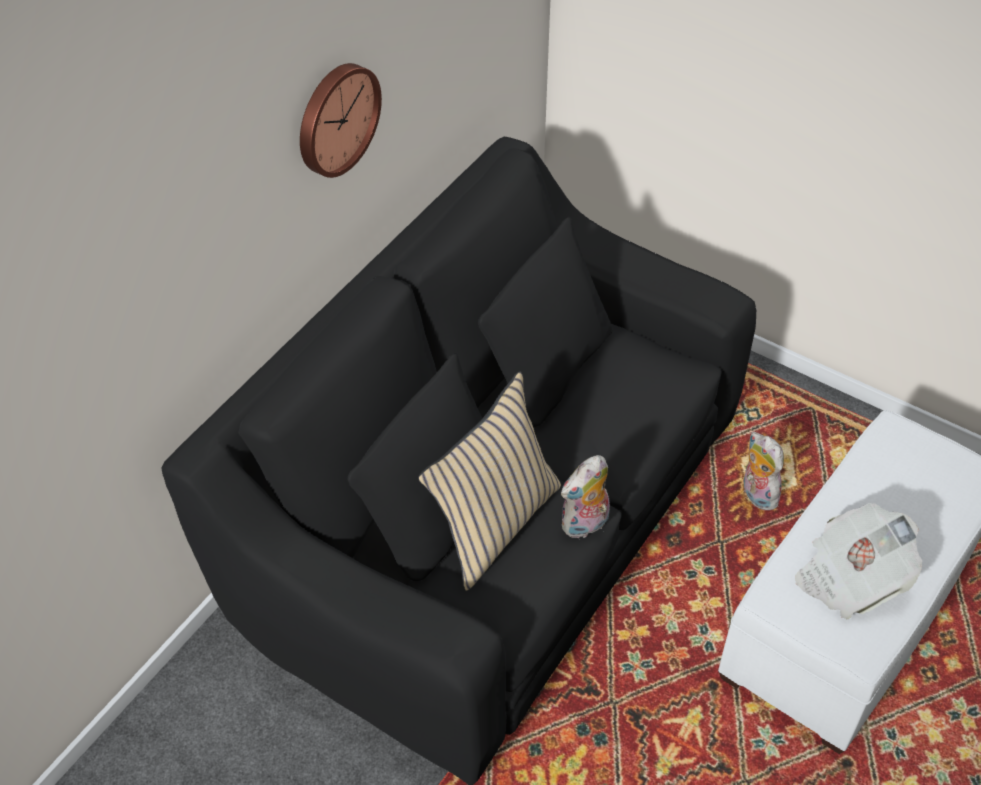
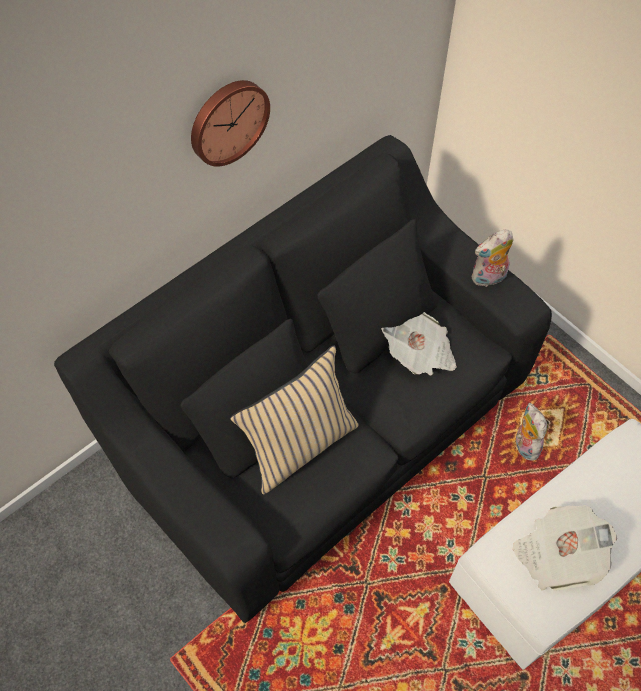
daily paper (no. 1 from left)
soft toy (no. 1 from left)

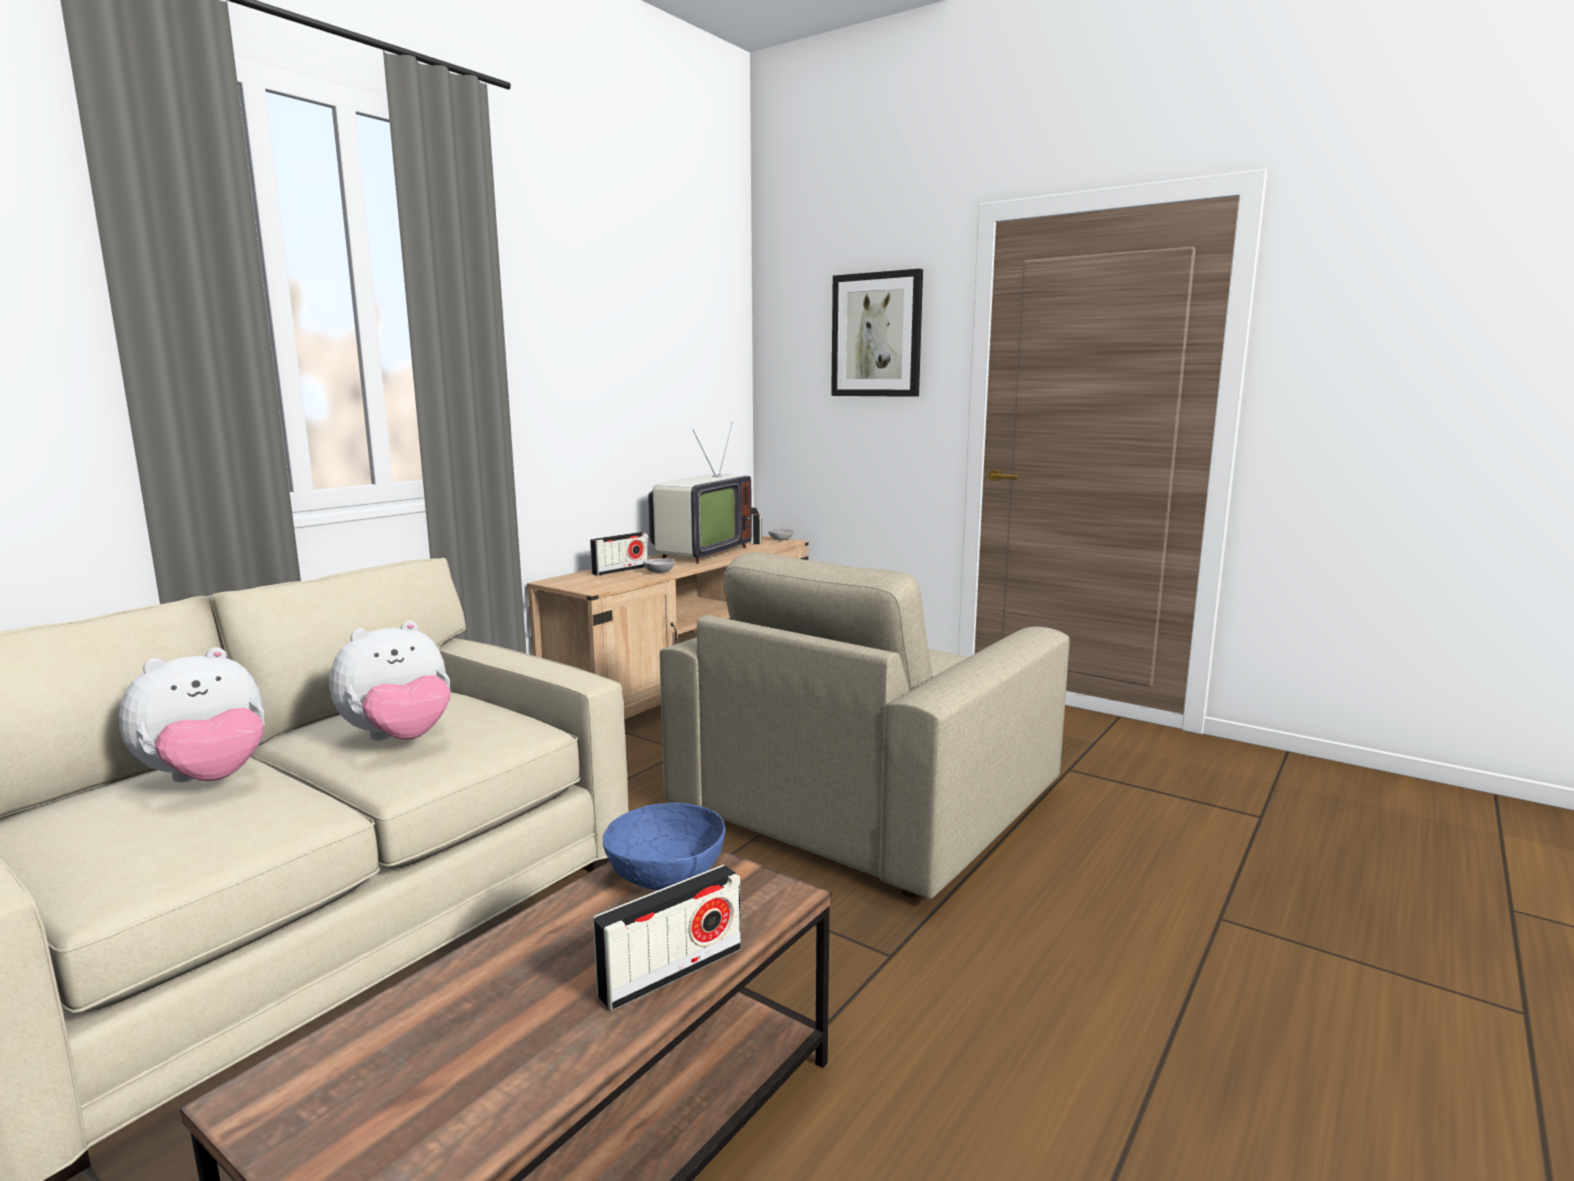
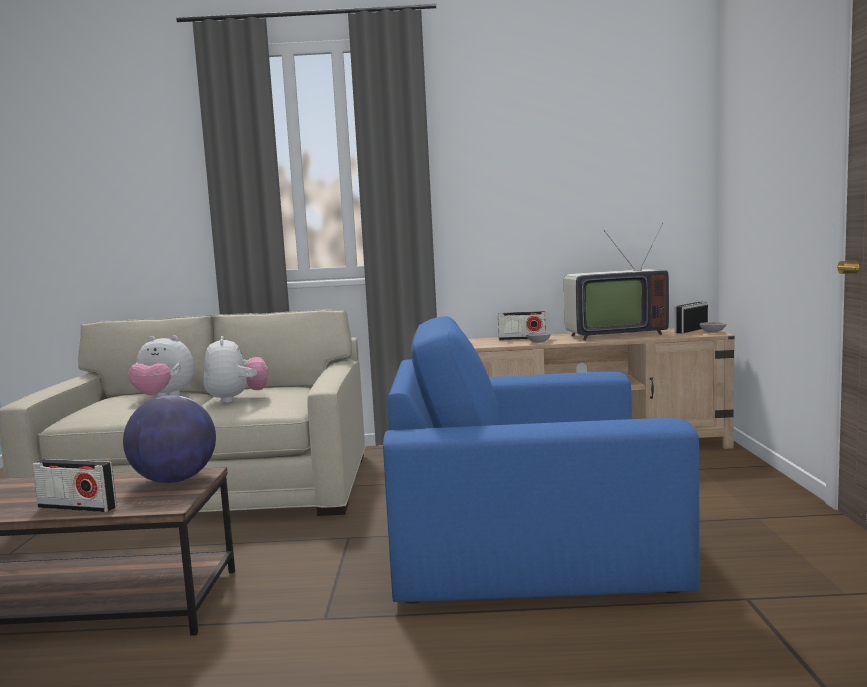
desk globe
soft toy (no. 2 from left)
blue easy chair
picture

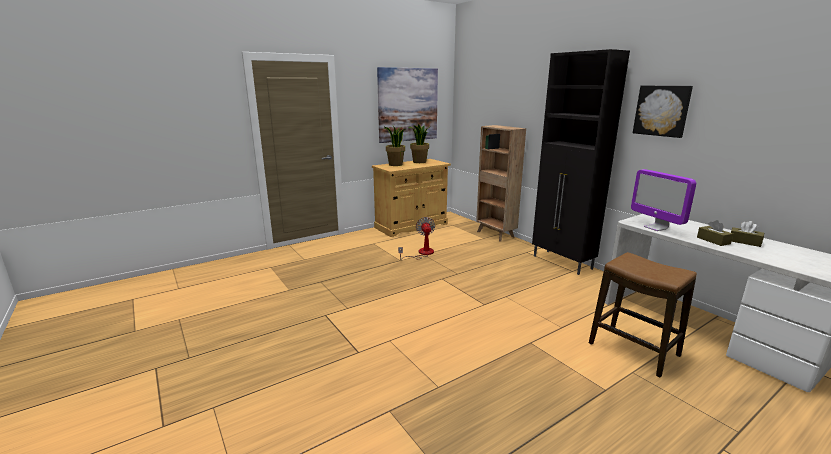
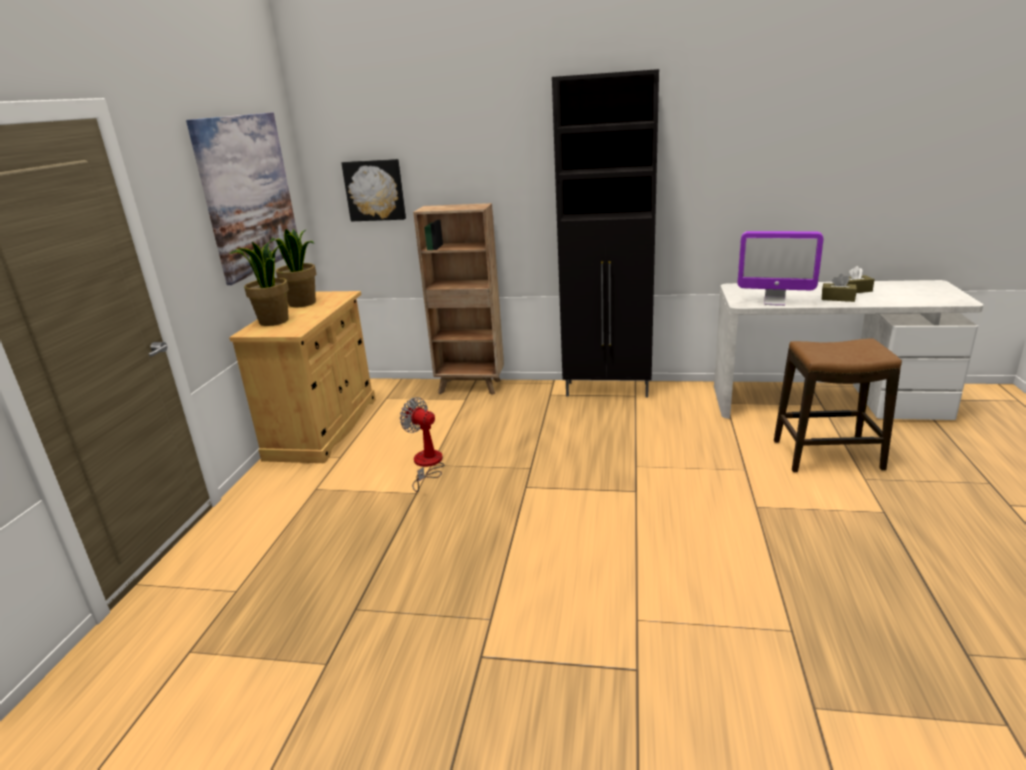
picture (no. 2 from left)

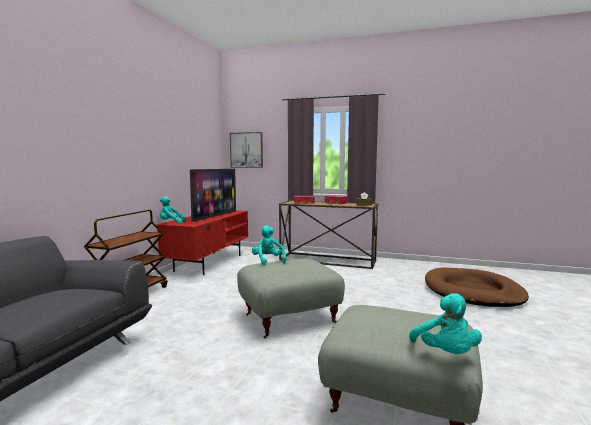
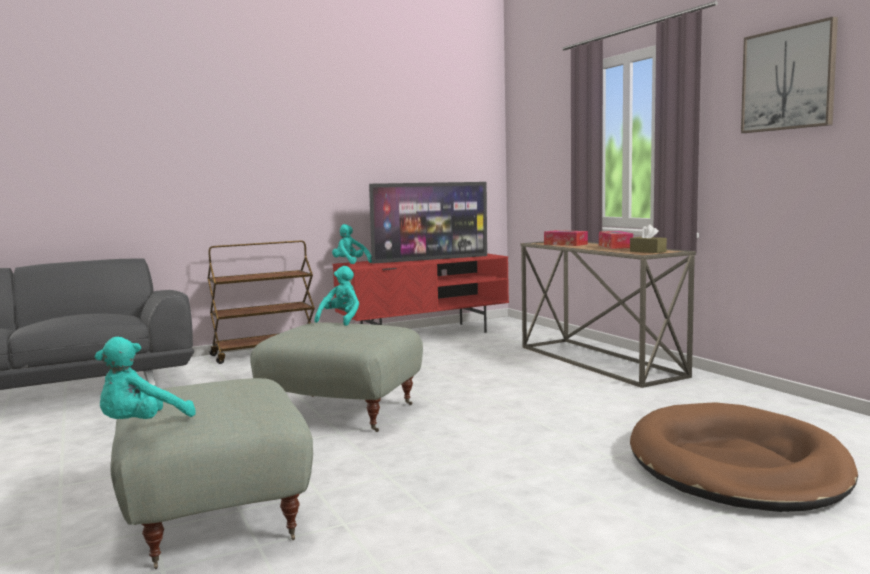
picture

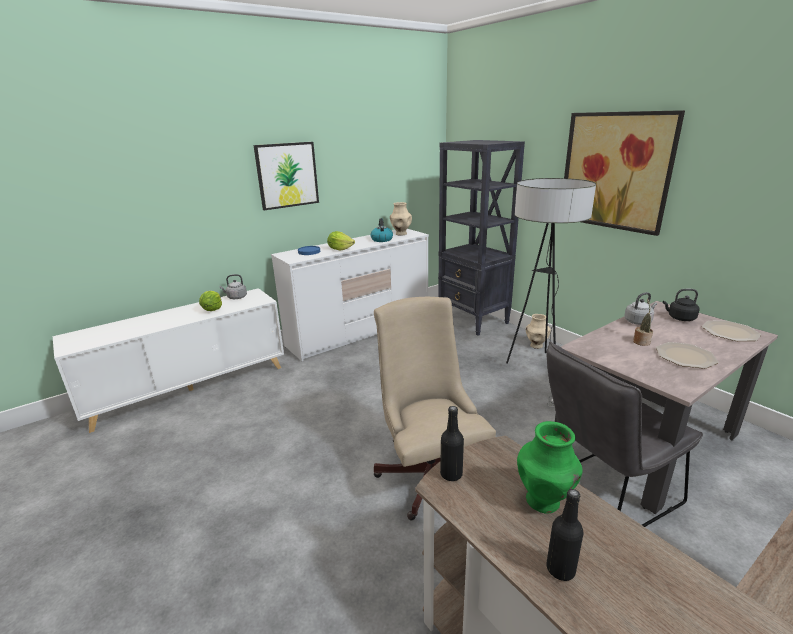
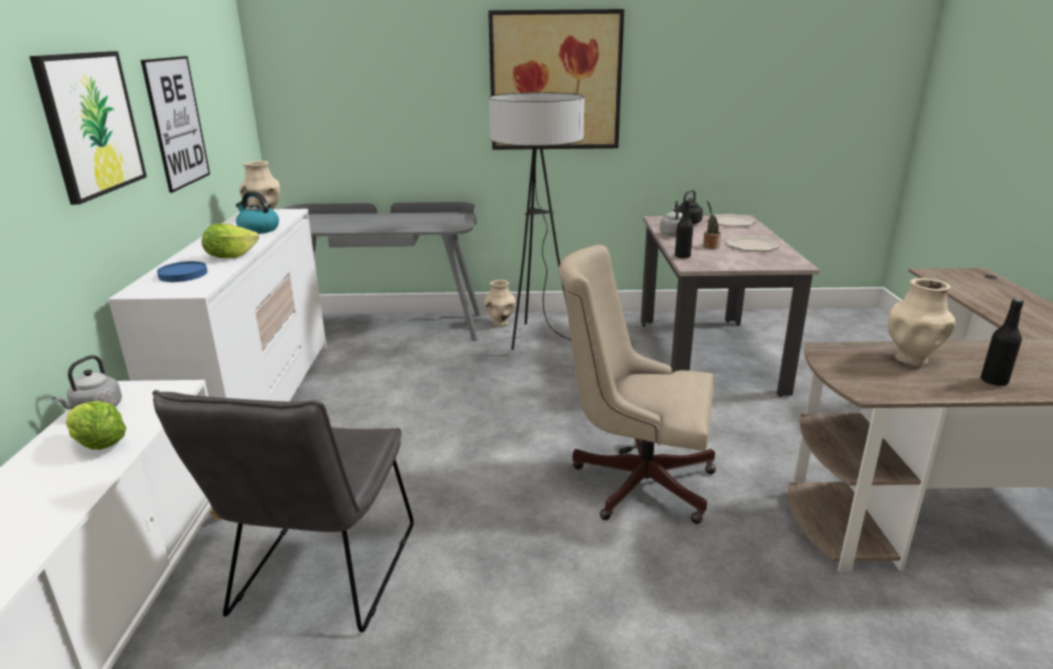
picture (no. 2 from left)
grey plain chair
grey desk unit
black beverage bottle (no. 1 from left)
beige-coloured decorative vase (no. 3 from left)

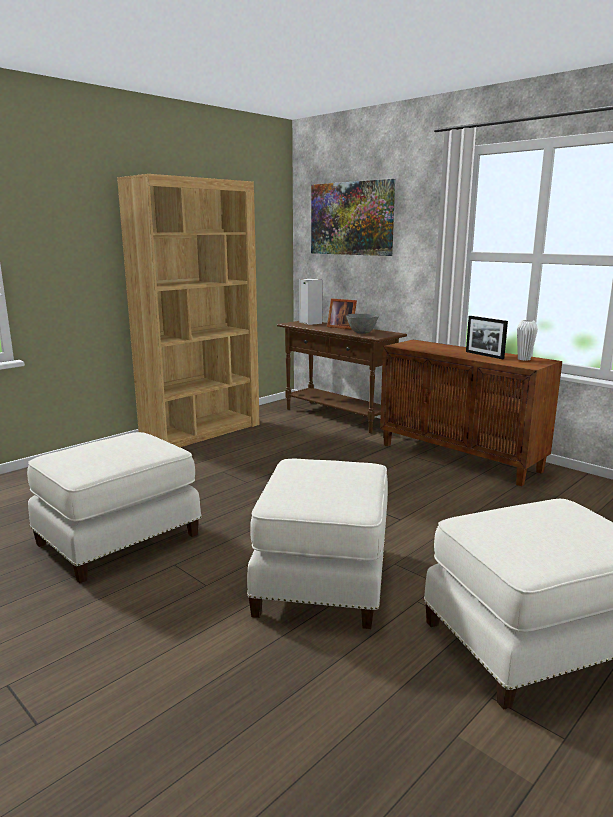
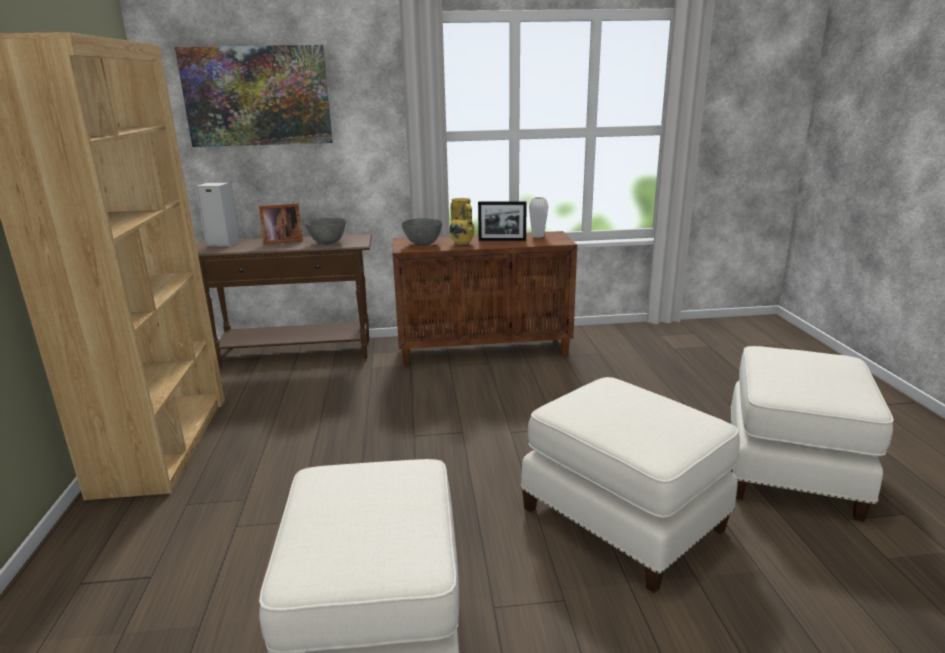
grey bowl (no. 2 from left)
yellowish decorative vase

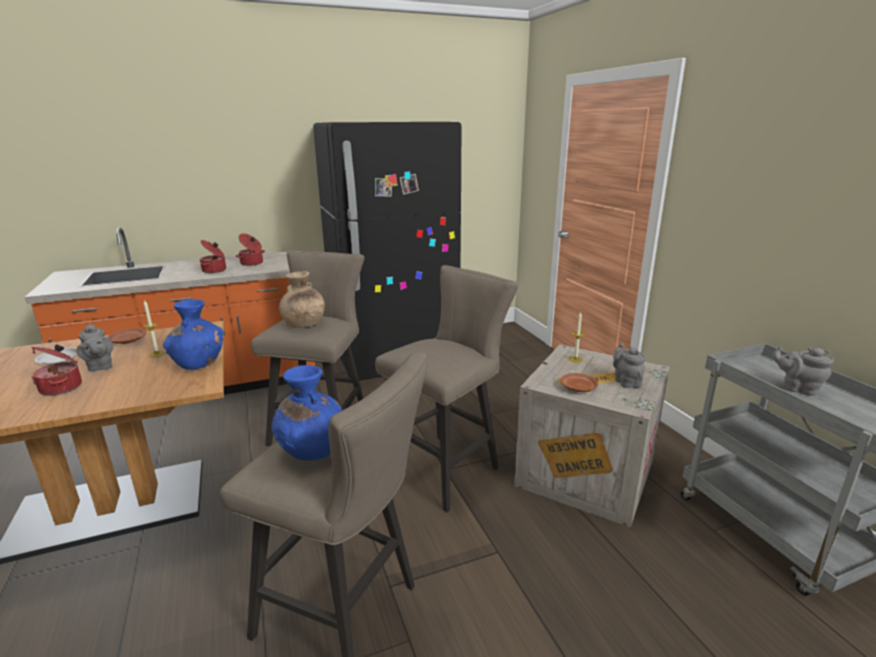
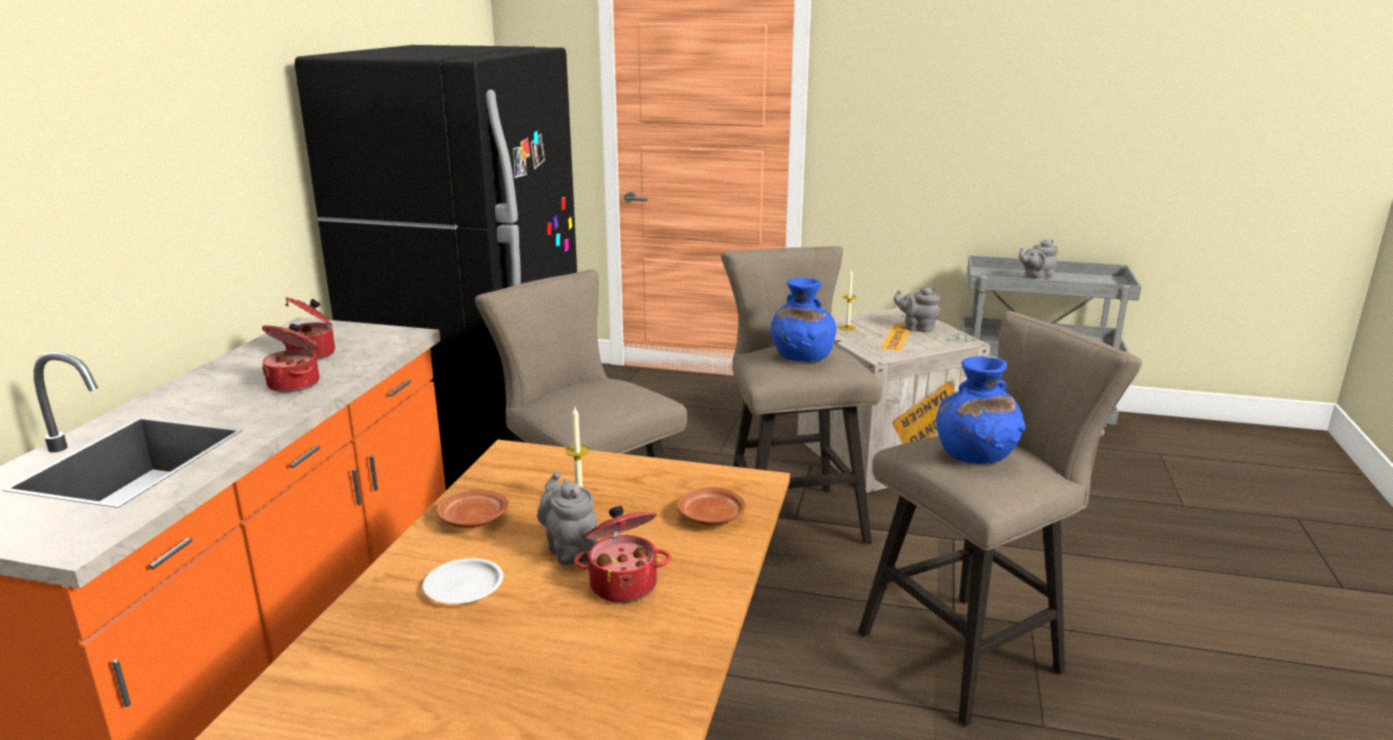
grey tea pot (no. 1 from left)
brown flat dish (no. 2 from left)
blue decorative vase (no. 1 from left)
brown decorative vase

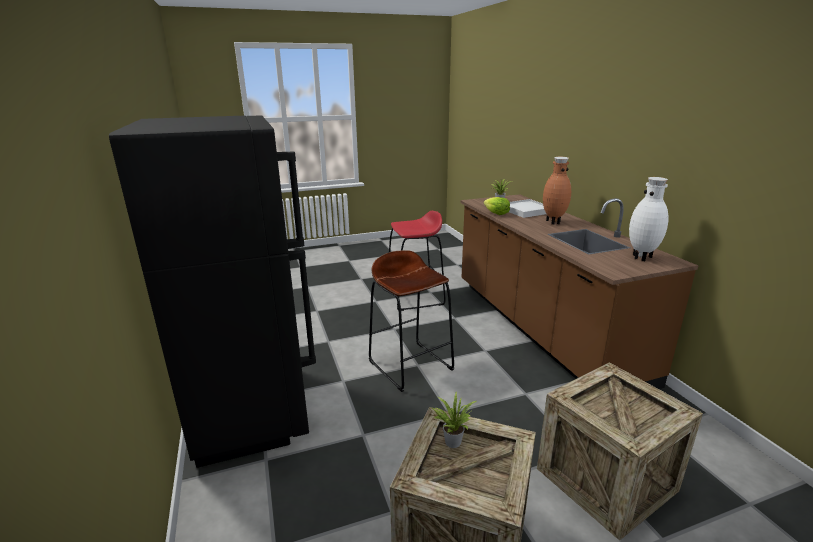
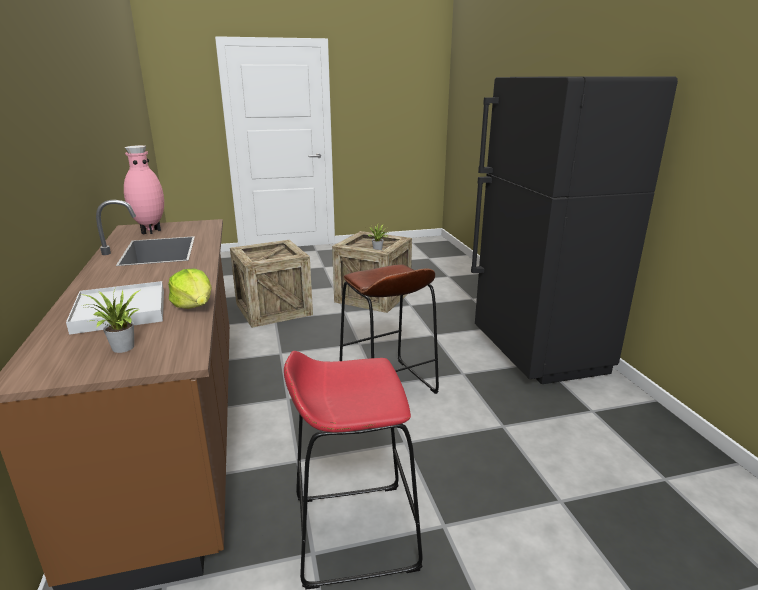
pinkish decorative vase
brown decorative vase

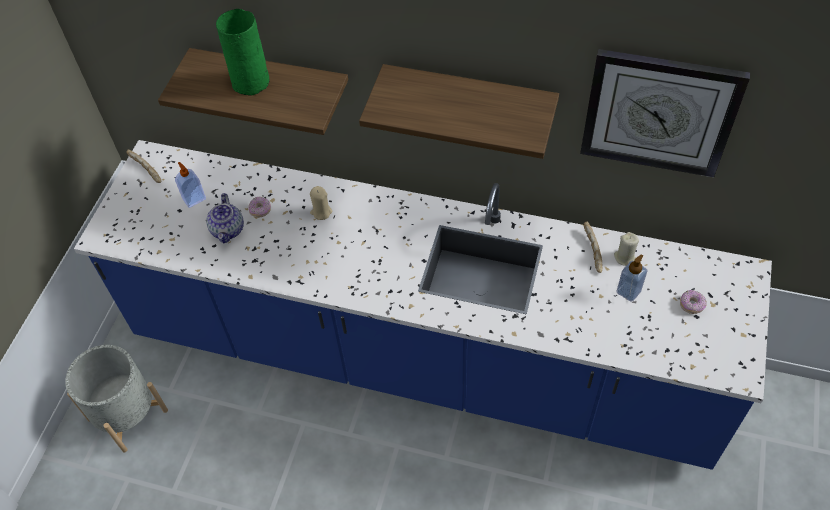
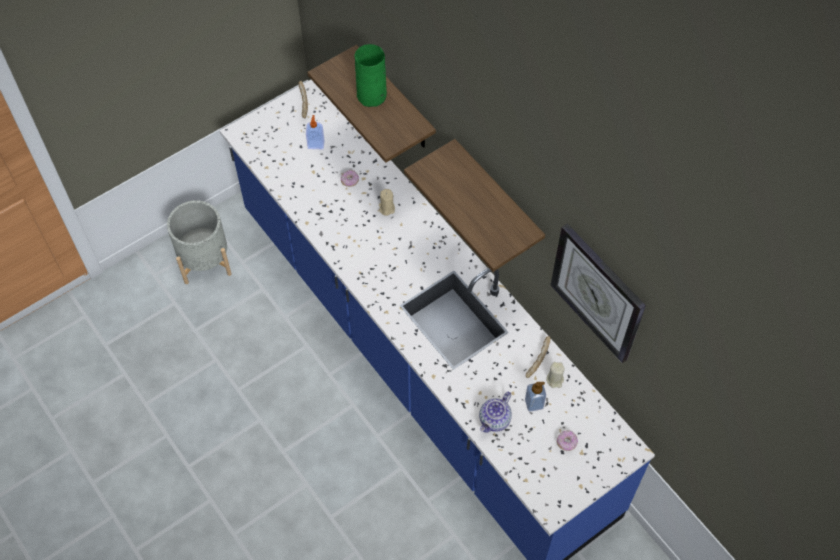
tea pot

